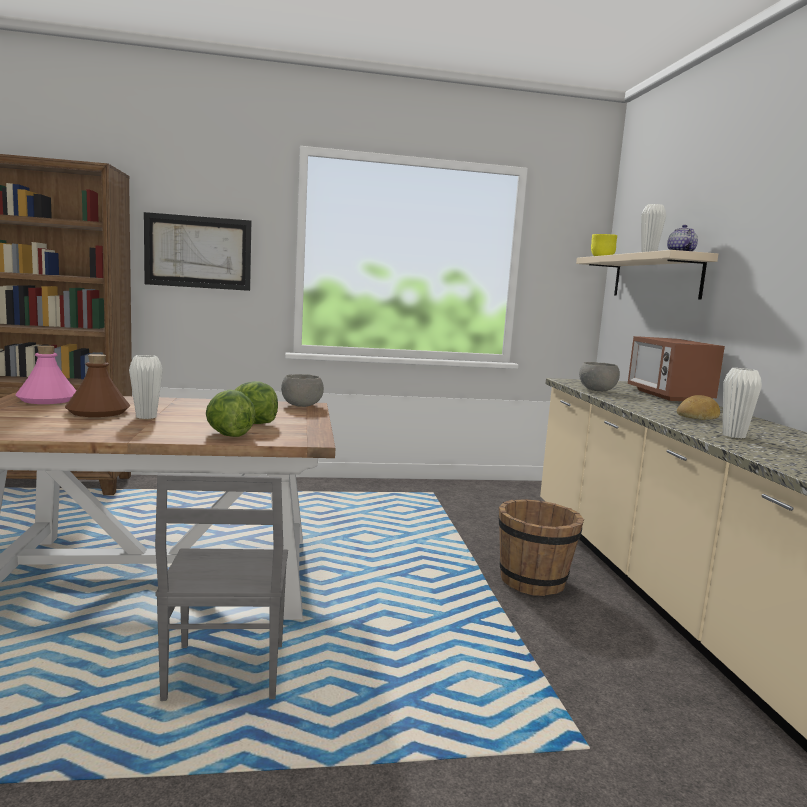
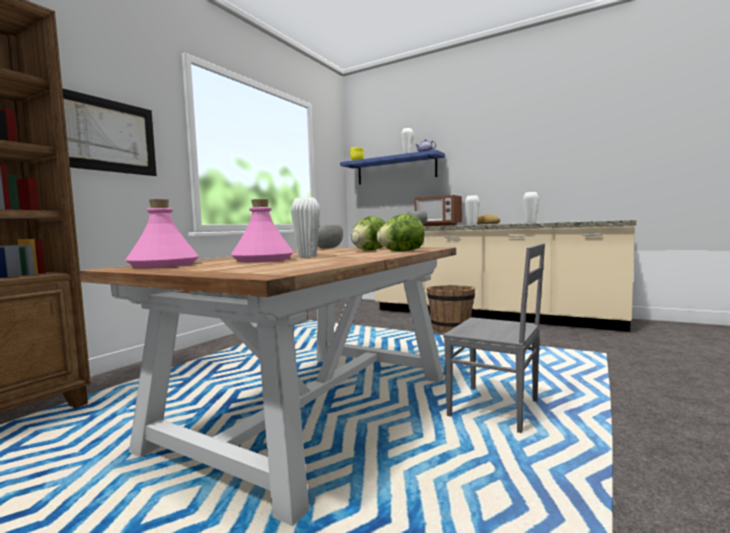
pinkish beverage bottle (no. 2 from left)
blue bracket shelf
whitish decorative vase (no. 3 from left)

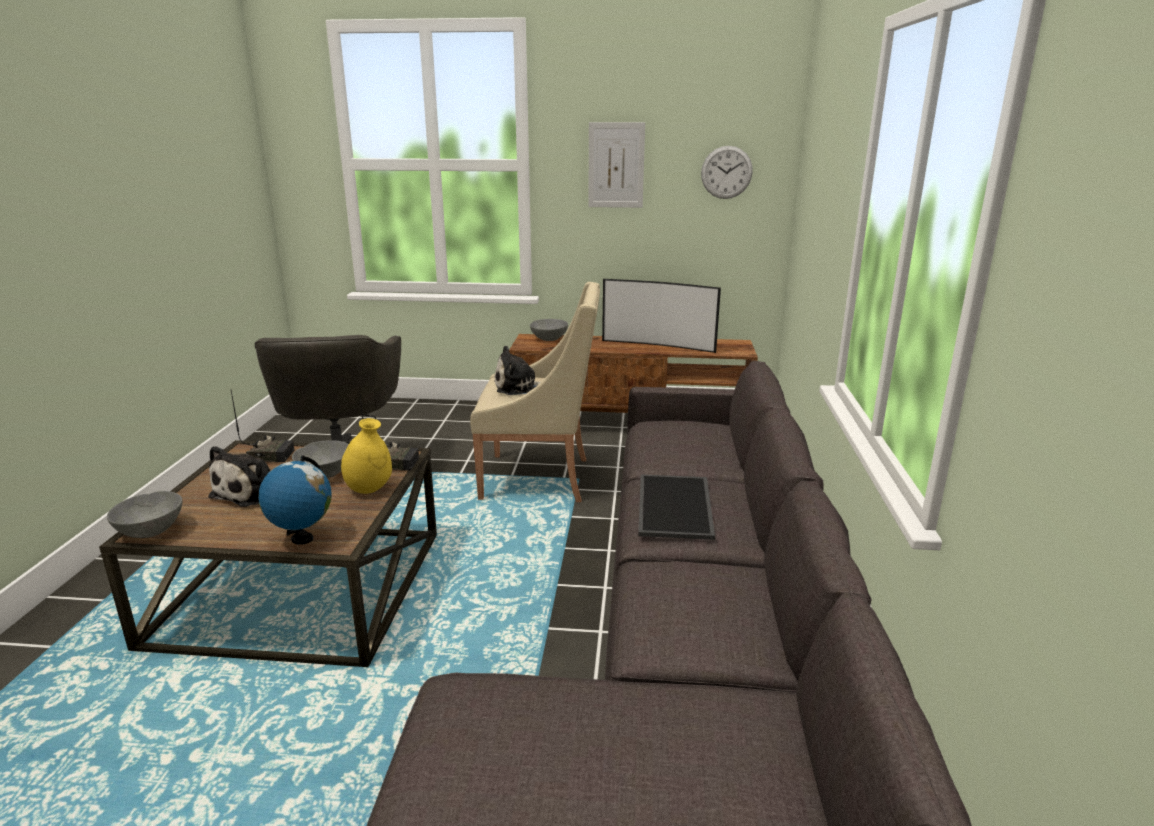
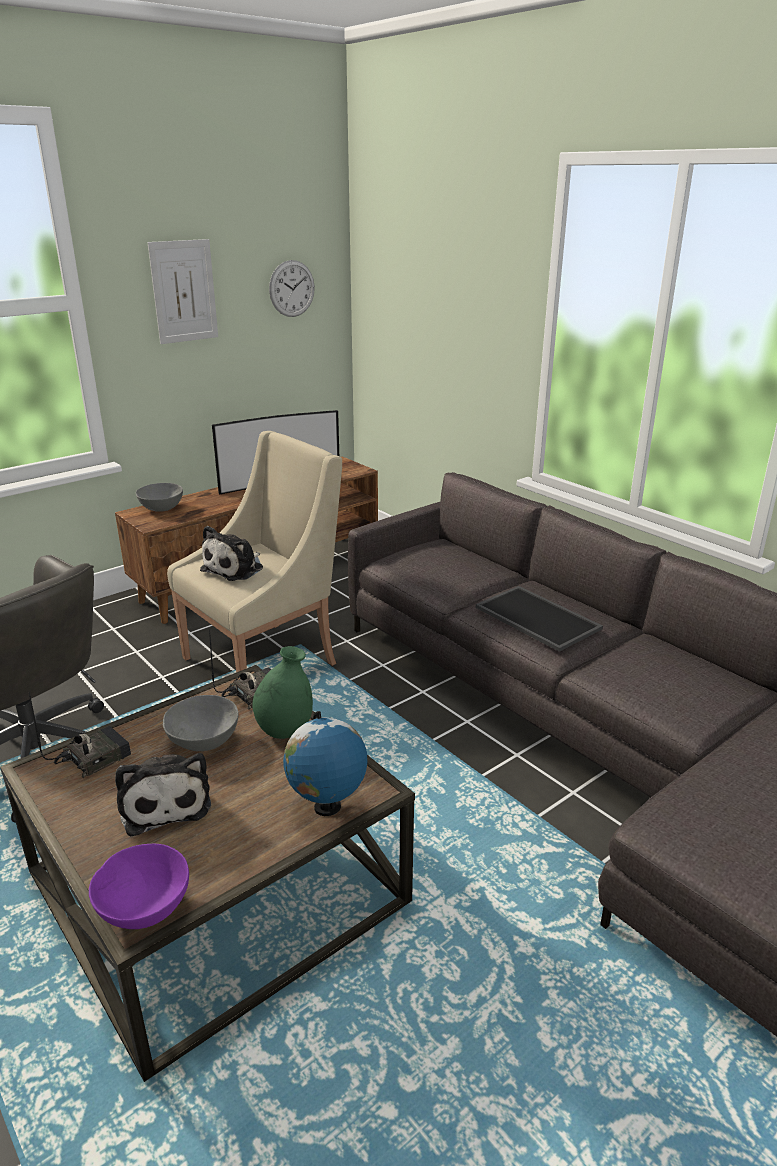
purplish bowl
green-coloured decorative vase

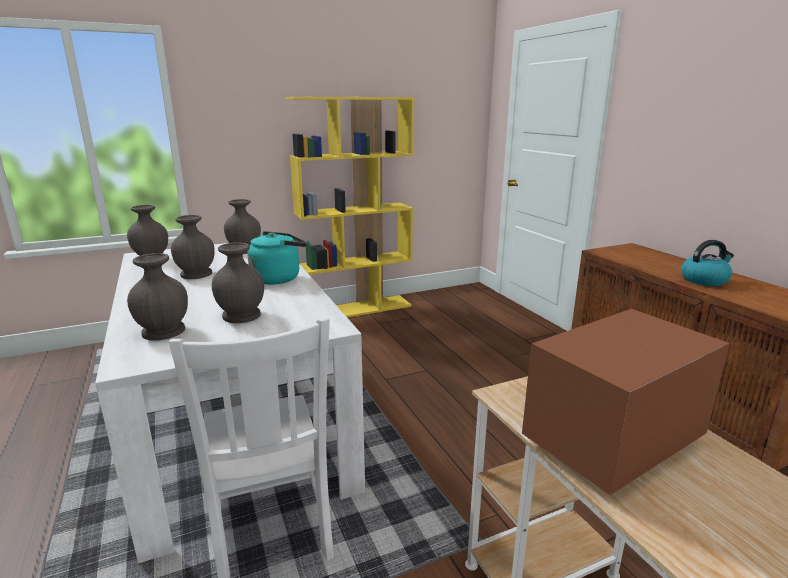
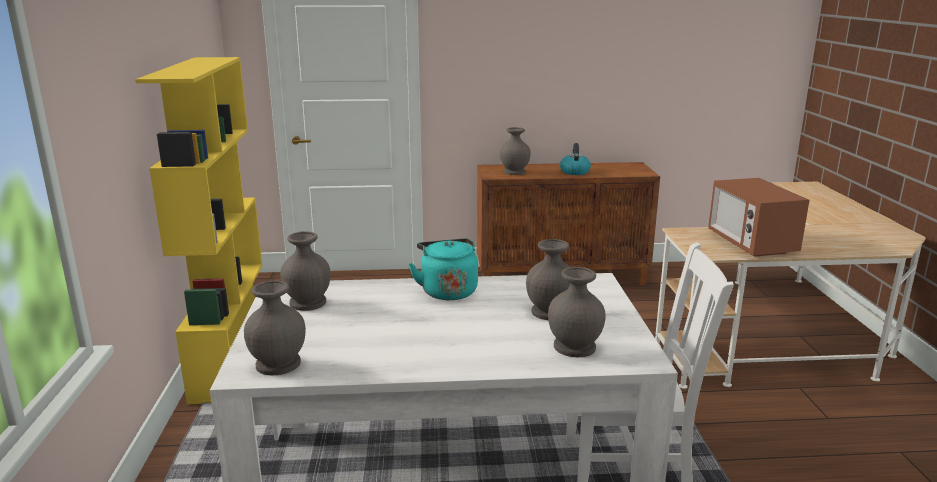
grey decorative vase (no. 3 from left)

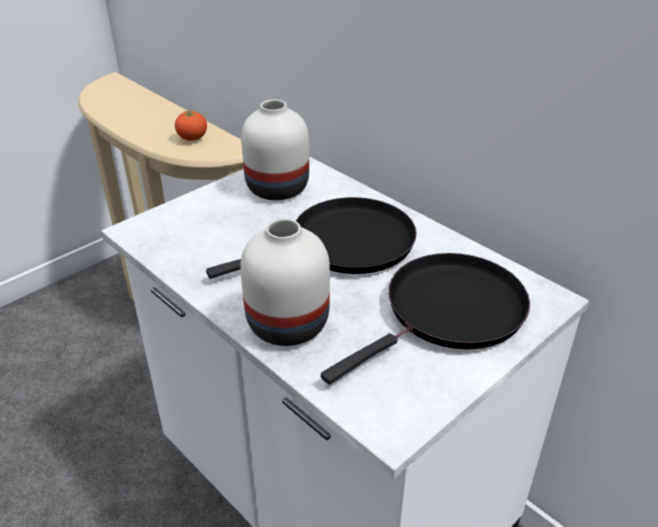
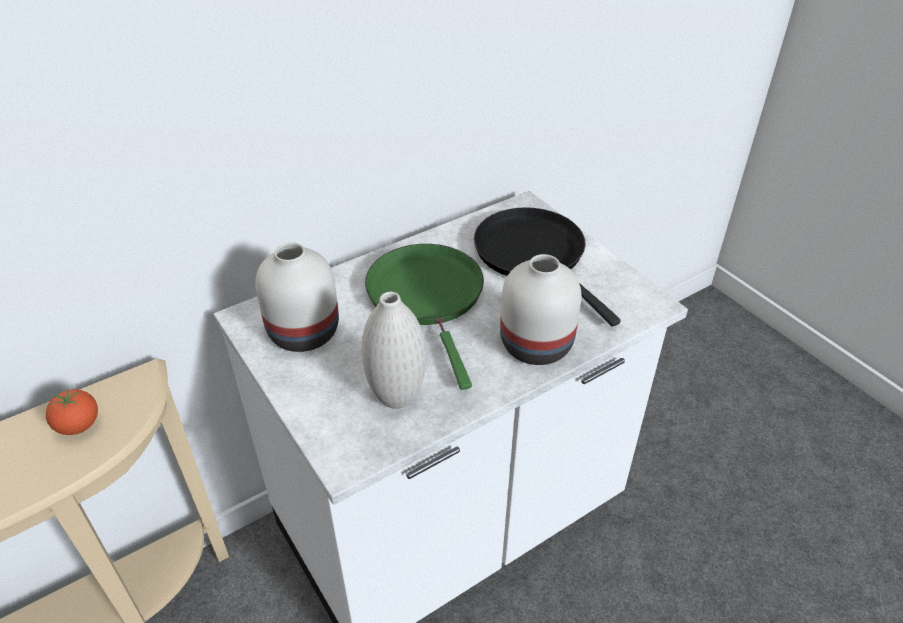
whitish decorative vase (no. 2 from left)
green-coloured skillet

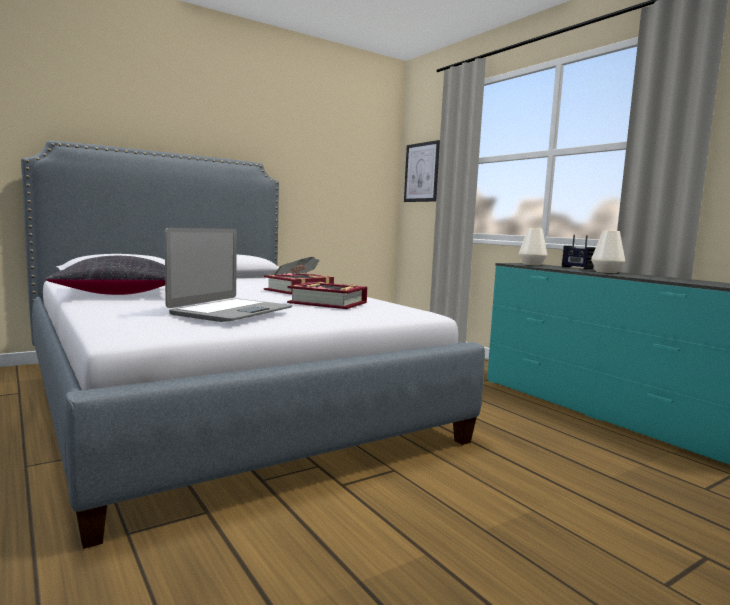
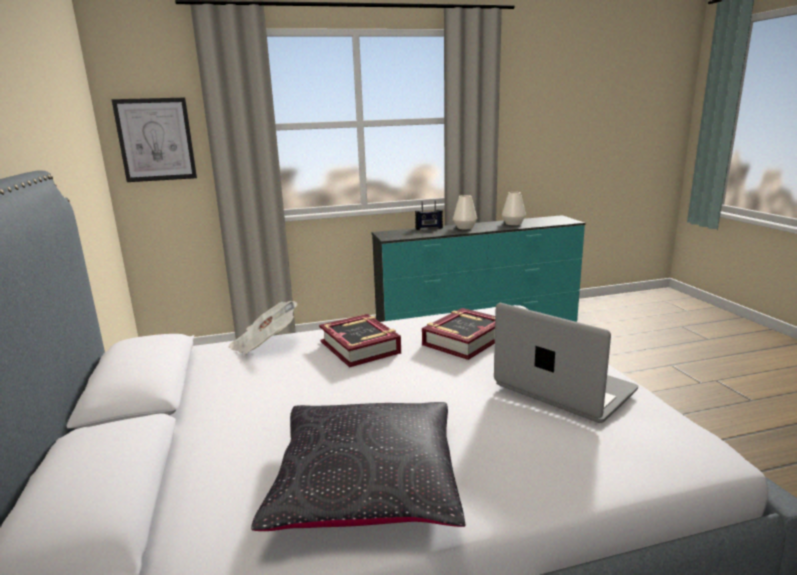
whitish decorative vase (no. 2 from left)

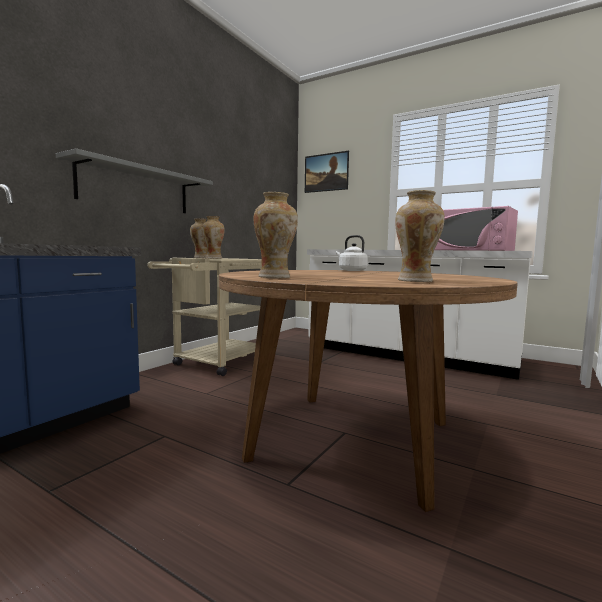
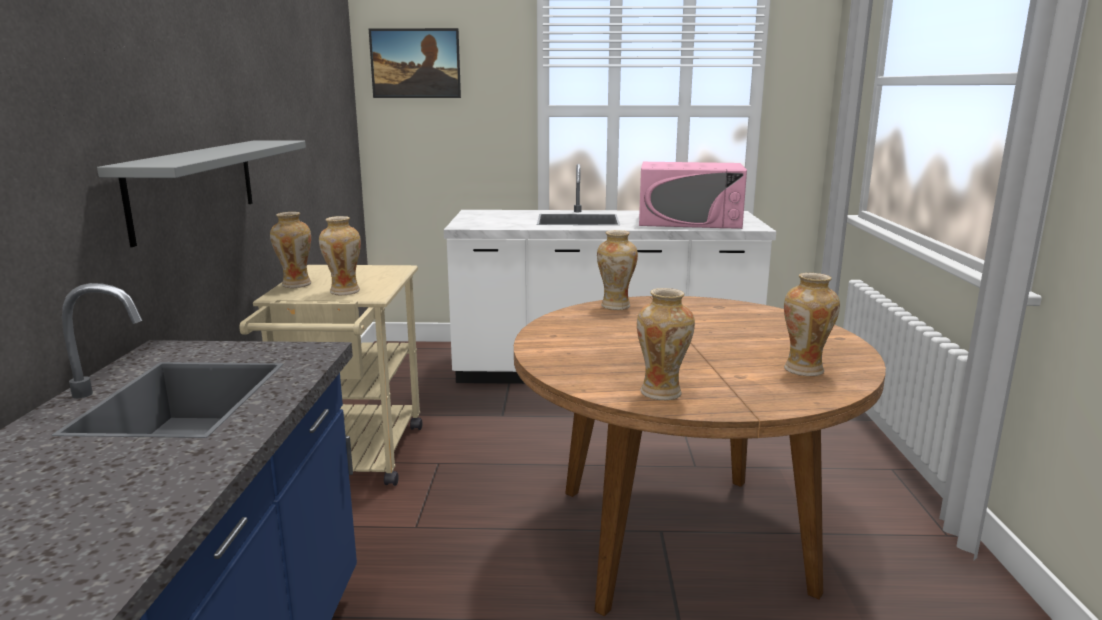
decorative vase (no. 3 from left)

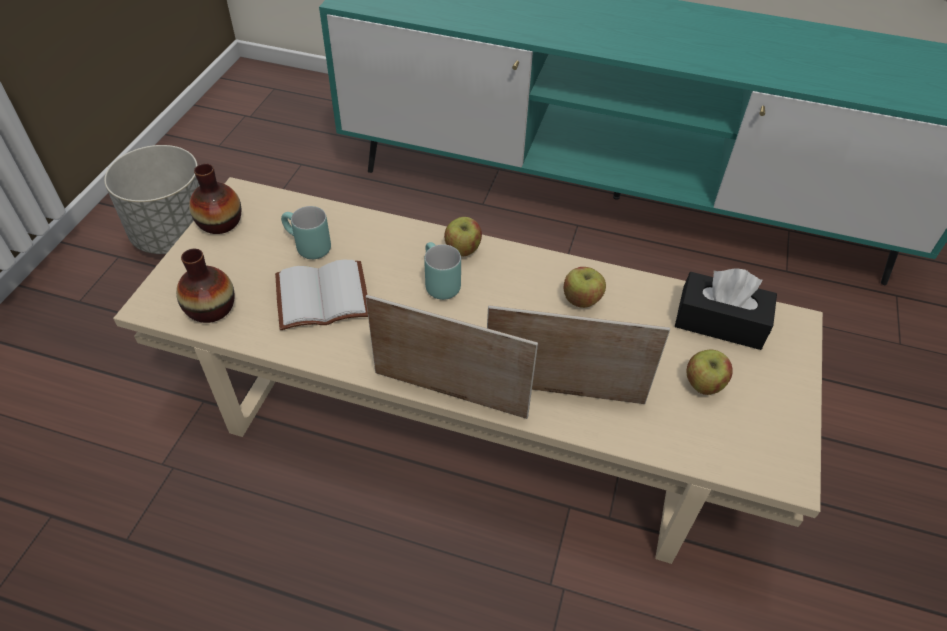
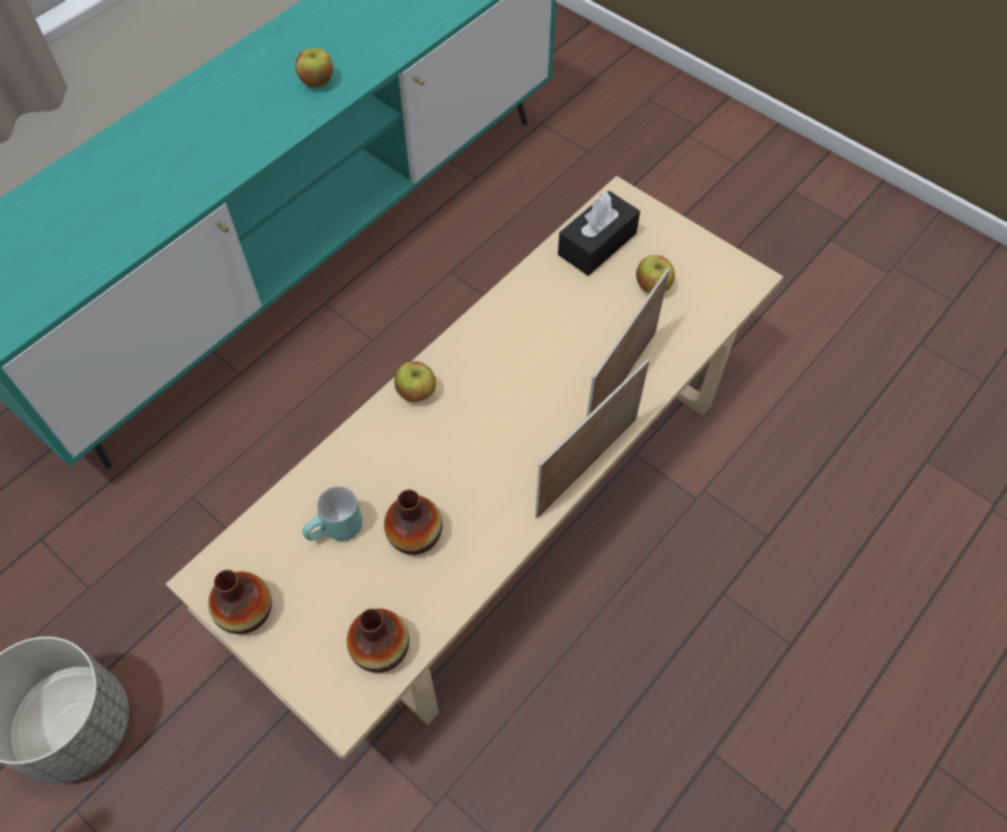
apple fruit (no. 1 from left)
decorative vase (no. 3 from left)
turquoise coffee mug (no. 2 from left in the first image)

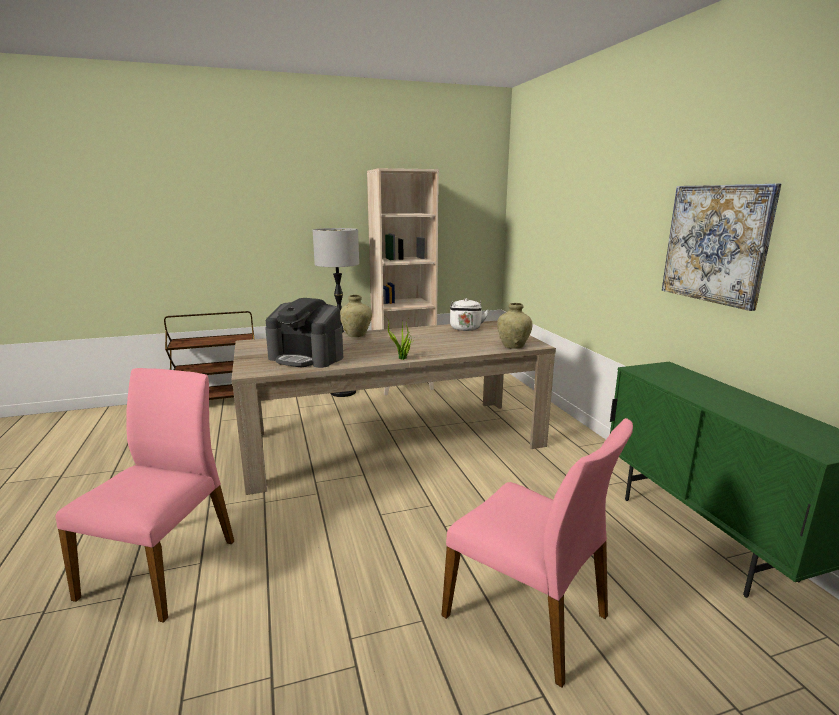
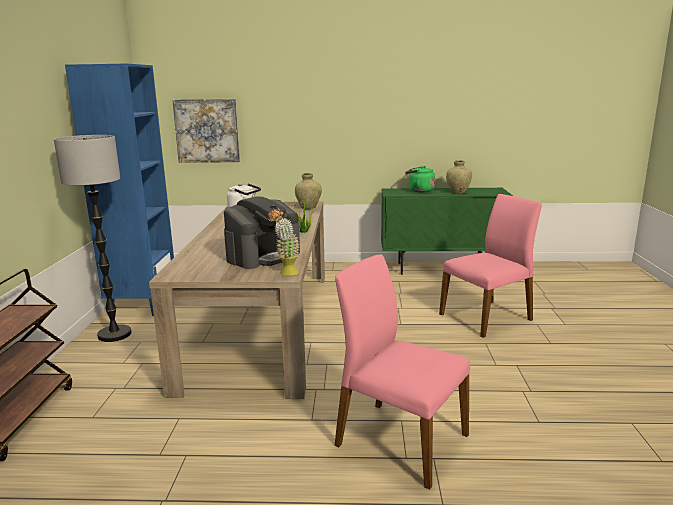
blue bookshelf
picture
potted plant (no. 1 from left)
green-coloured tea kettle
beige-coloured decorative vase (no. 2 from left)

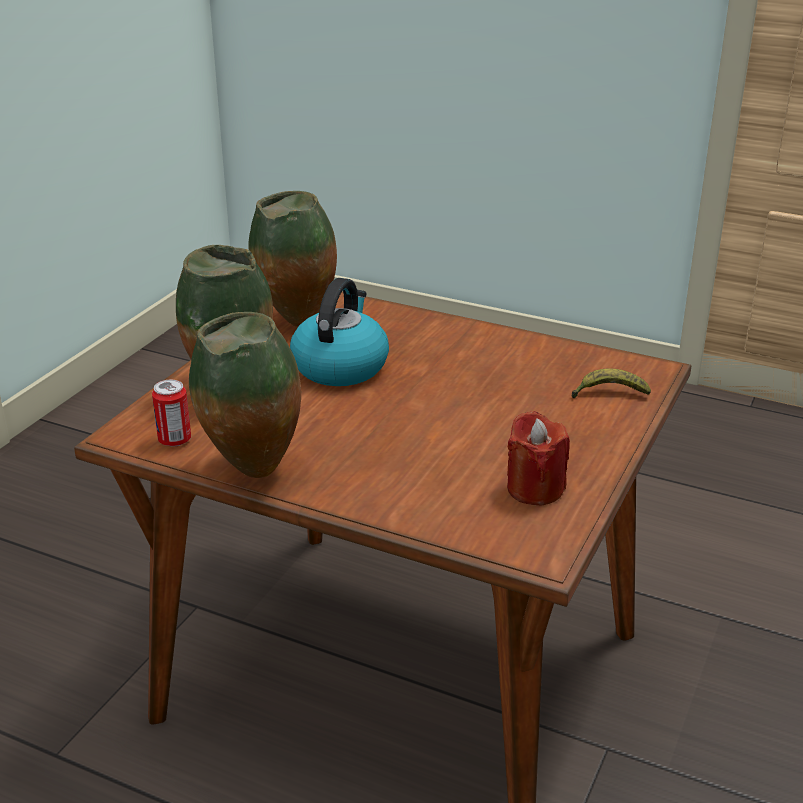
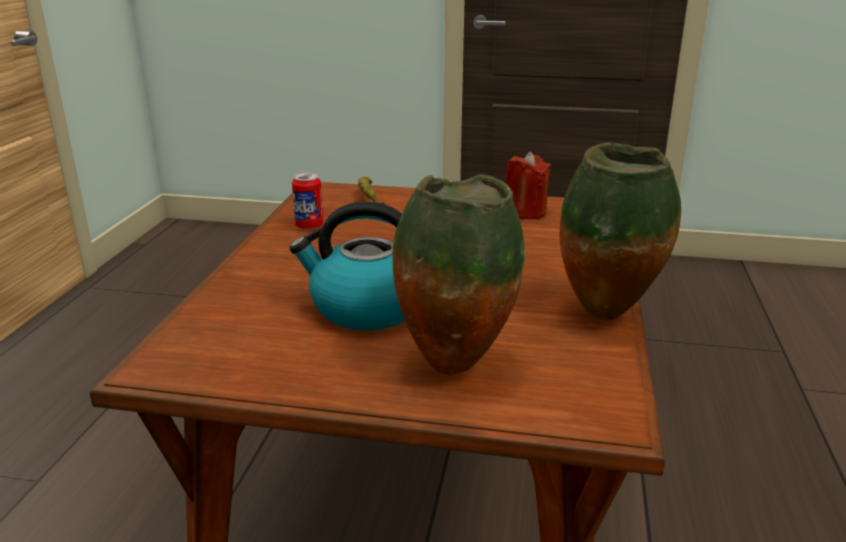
metal can
decorative vase (no. 3 from left in the first image)

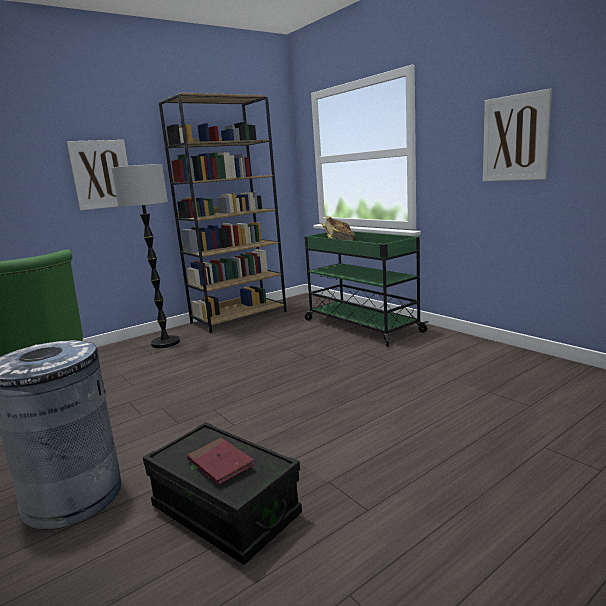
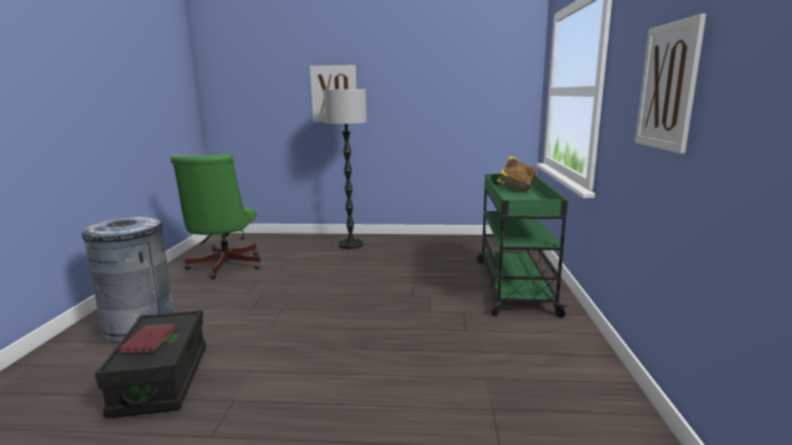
brown bookshelf

